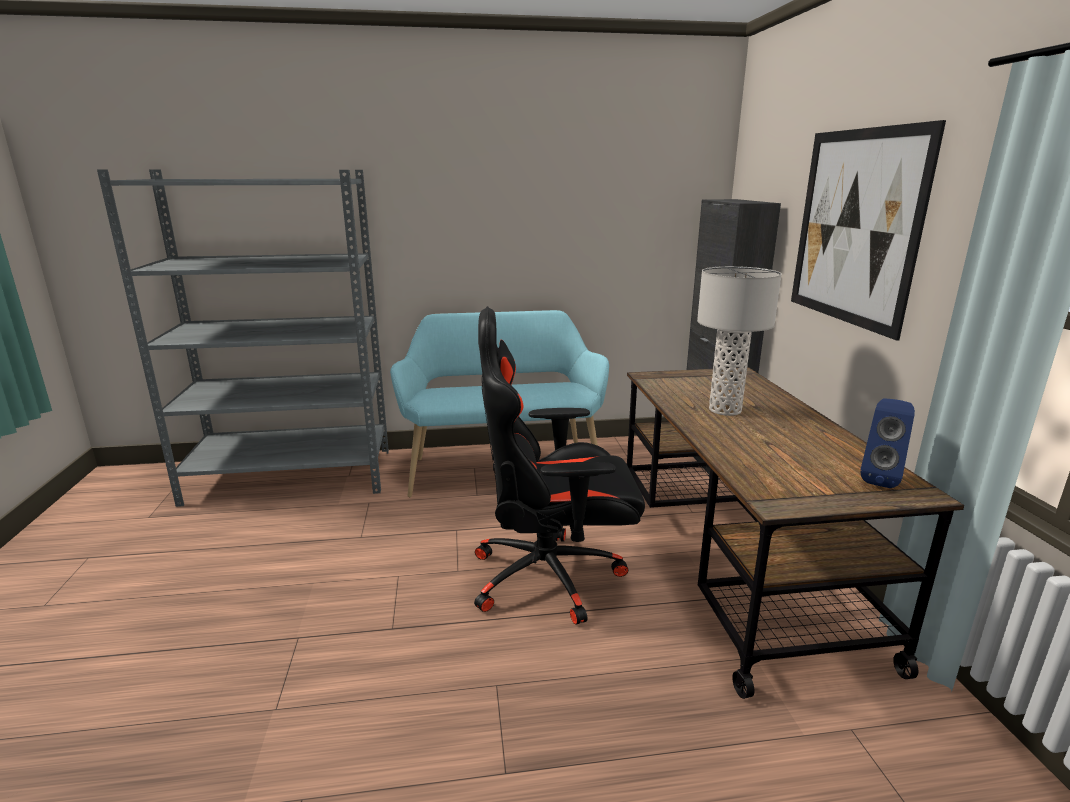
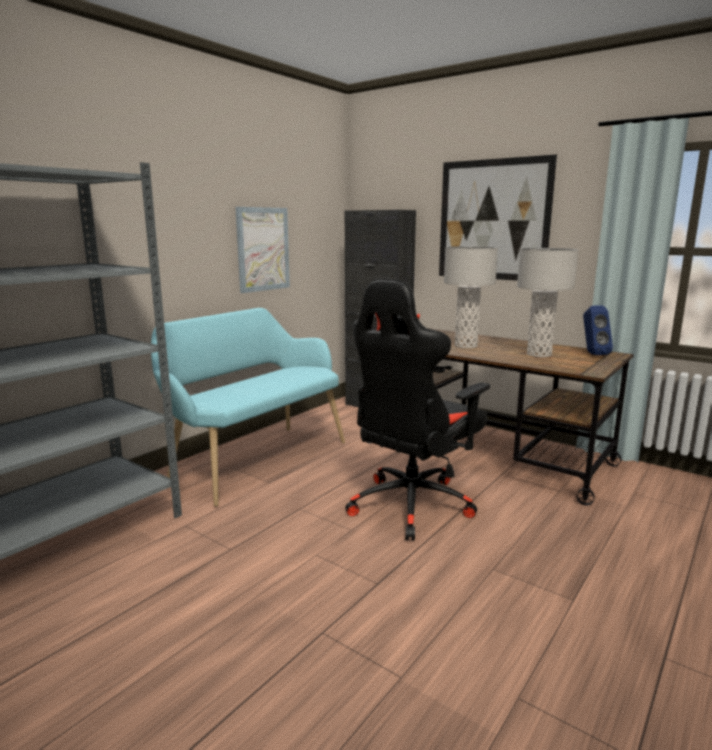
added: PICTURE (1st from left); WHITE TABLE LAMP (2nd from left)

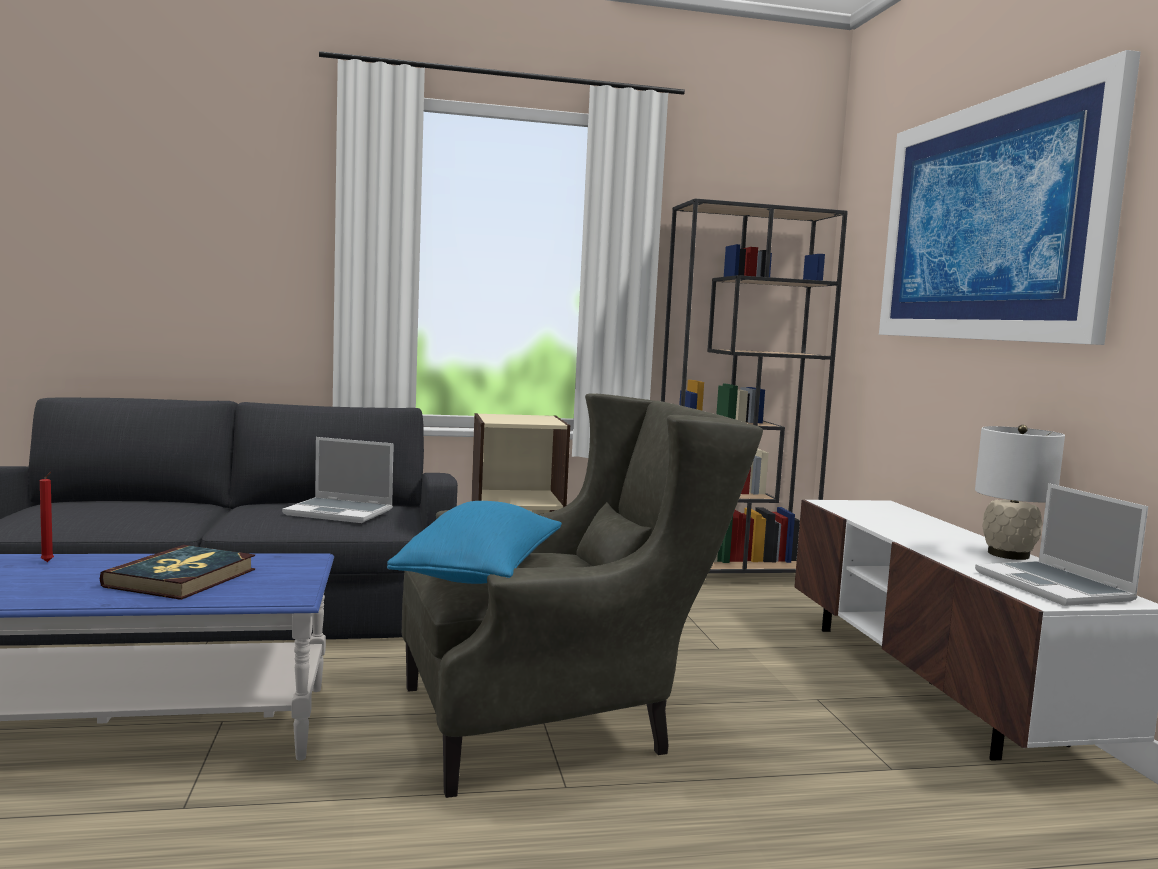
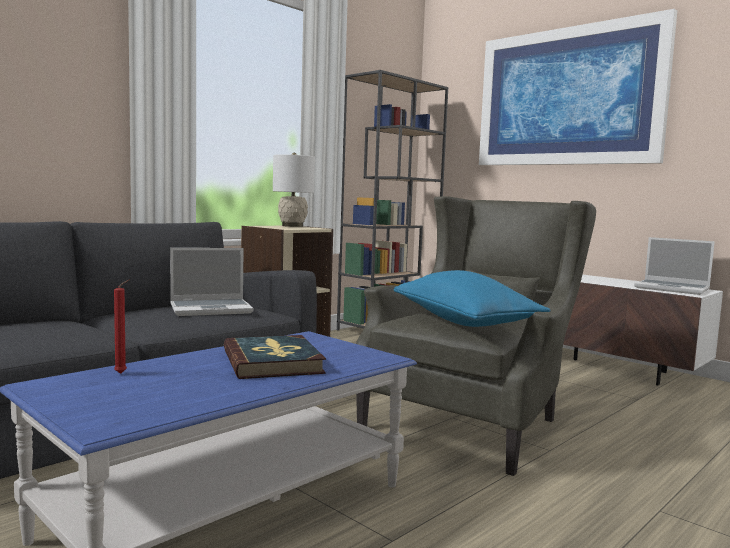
moved: WHITE TABLE LAMP

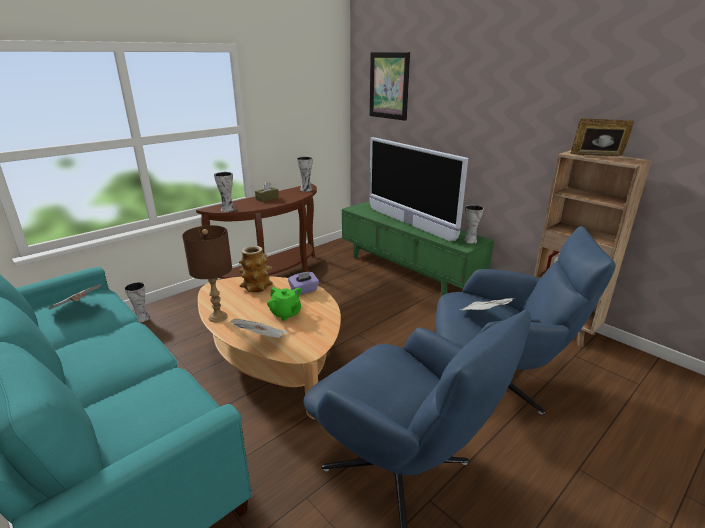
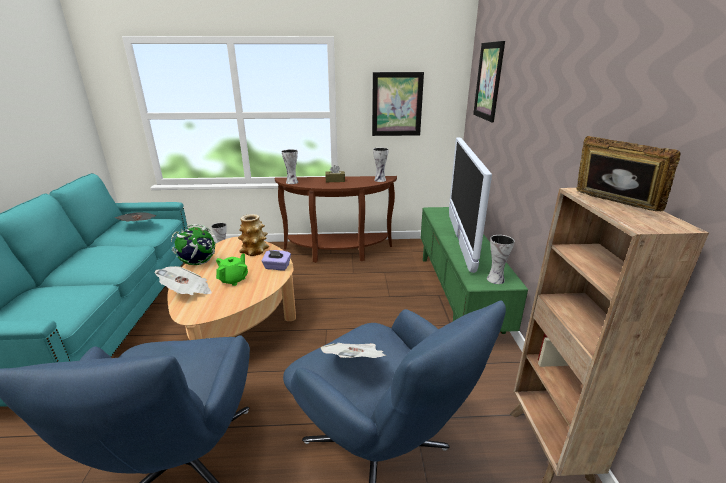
added: PICTURE (1st from left)
replaced: BROWN TABLE LAMP to GLOBE
turned: GREEN TEAPOT 150 degrees counterclockwise

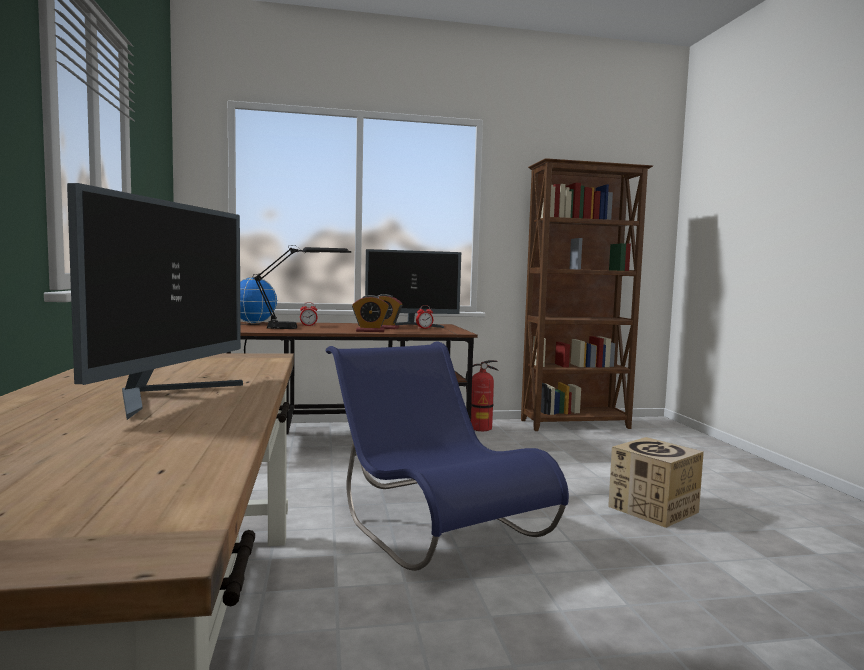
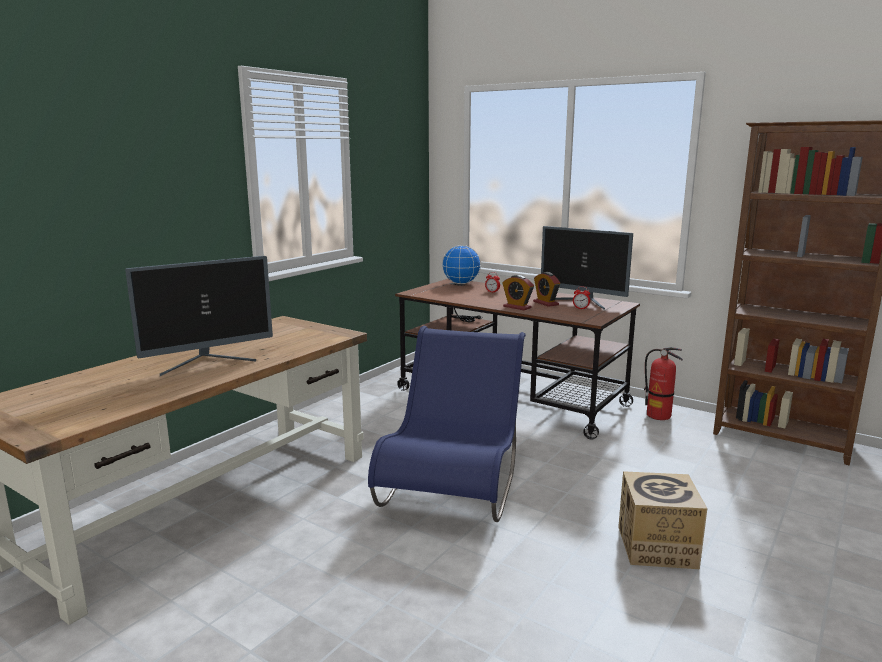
removed: BLACK TABLE LAMP

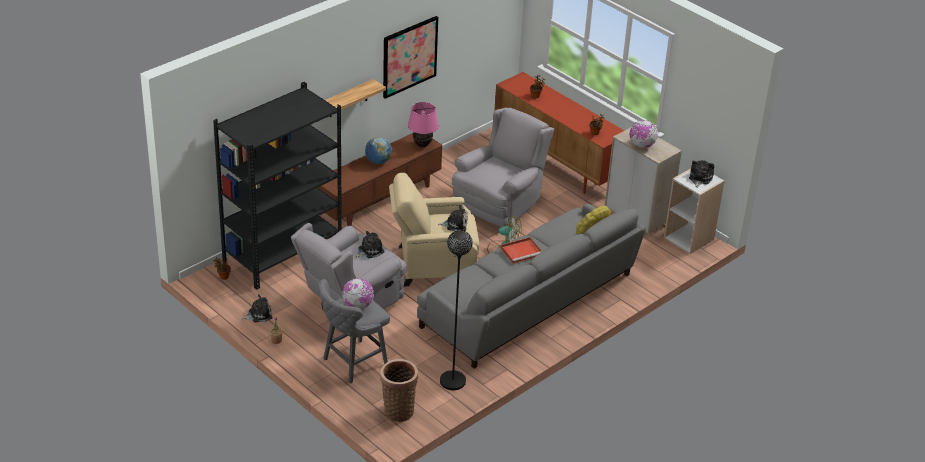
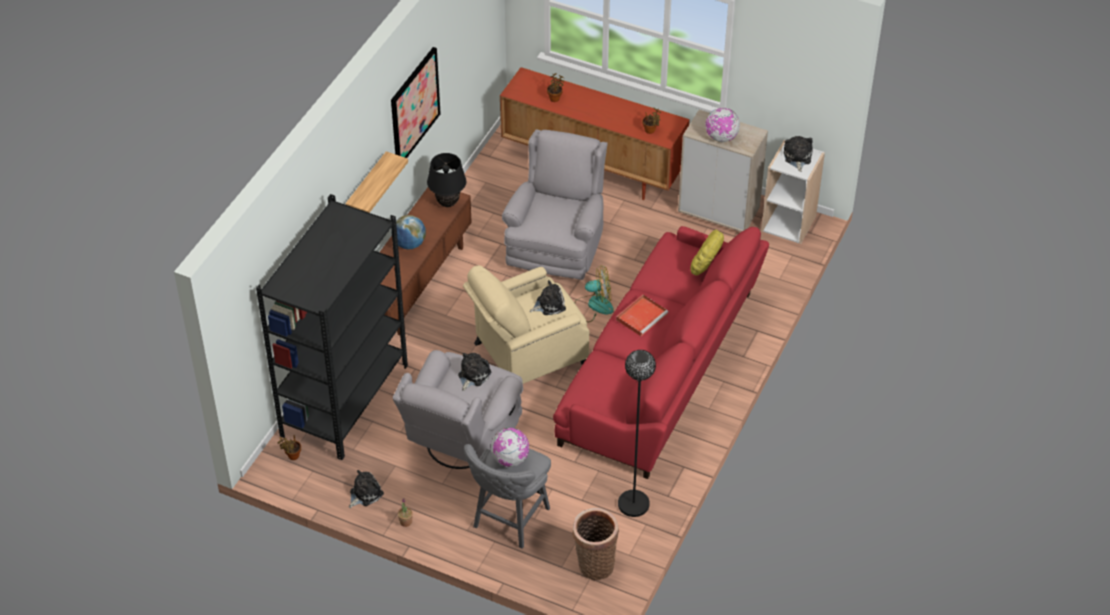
recoloured: PINK TABLE LAMP to BLACK TABLE LAMP; GREY SOFA to RED SOFA

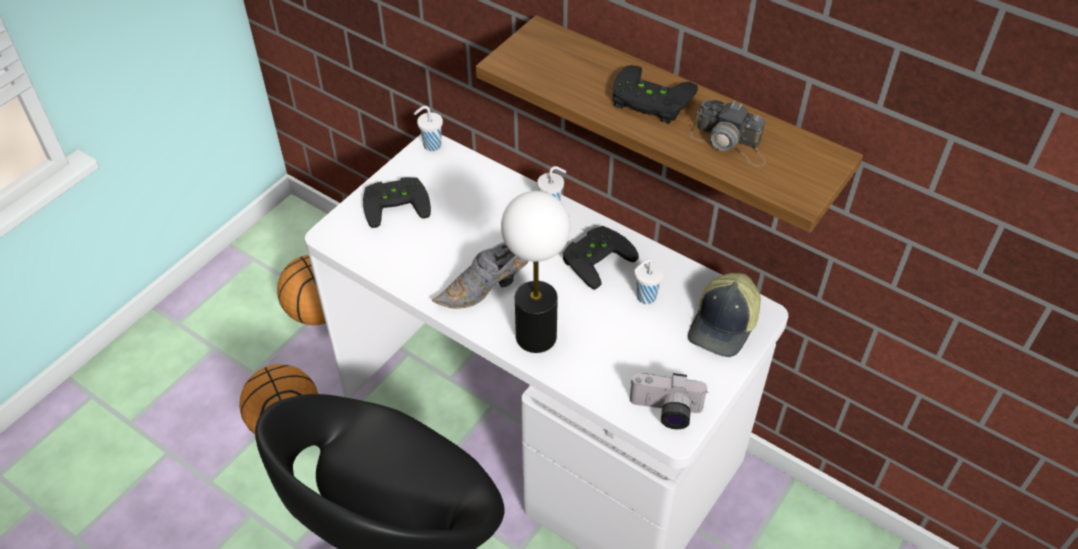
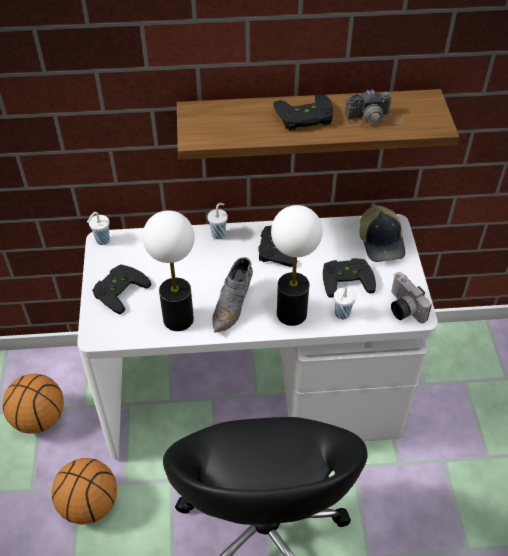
added: TABLE LAMP (1st from left); BLACK GAME CONTROLLER (4th from left)
moved: WHITE CUP (3rd from left)
turned: PHOTO CAMERA (1st from left in the first image) 90 degrees clockwise

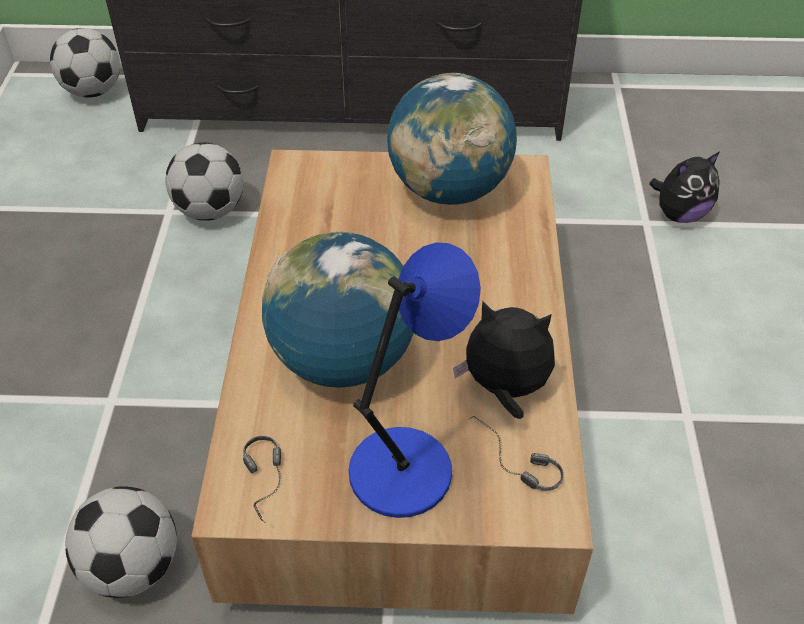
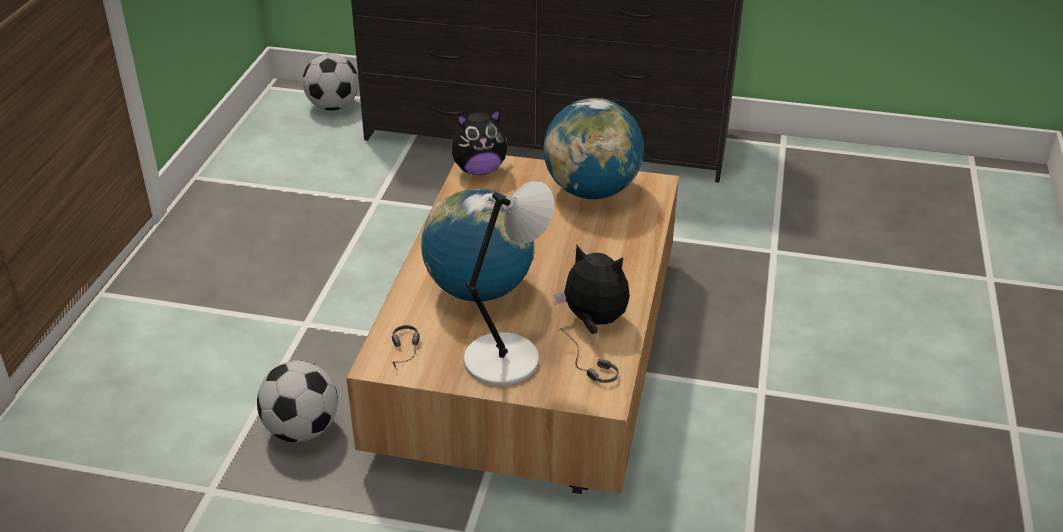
removed: FOOTBALL (3rd from left)
moved: PLUSH TOY (2nd from left in the first image) to PLUSH TOY (1st from left)
recoloured: BLUE TABLE LAMP to GREY TABLE LAMP

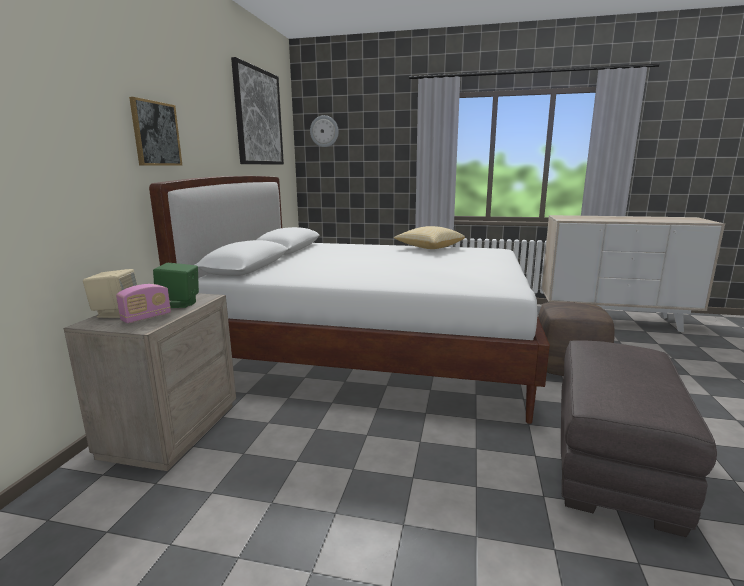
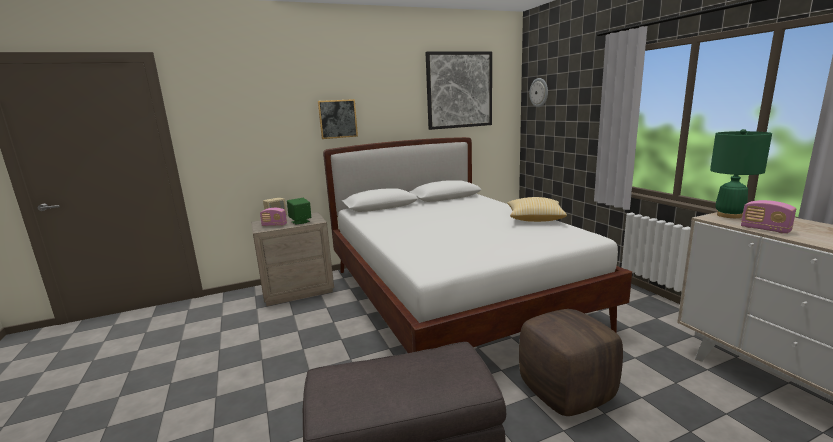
added: GREEN TABLE LAMP; RADIO (2nd from left)

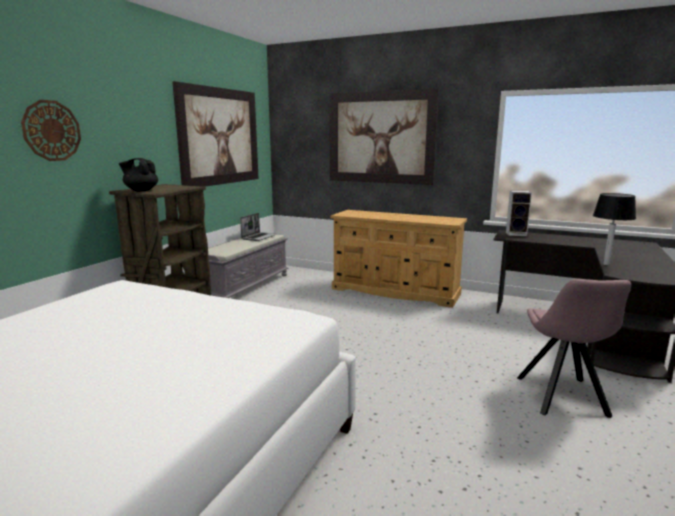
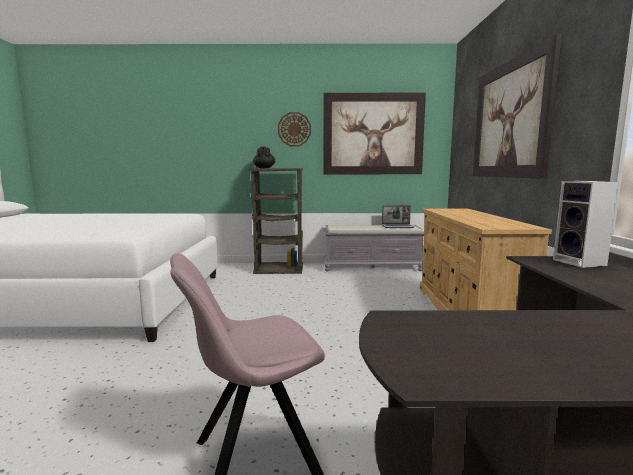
removed: TABLE LAMP
moved: WALL CLOCK

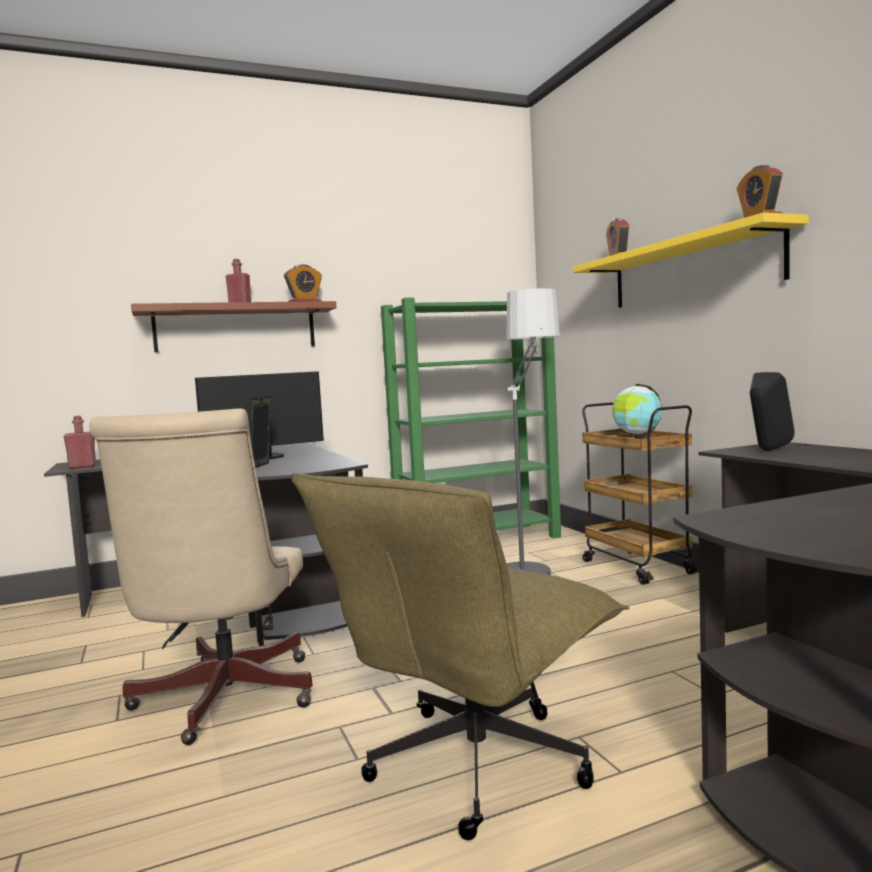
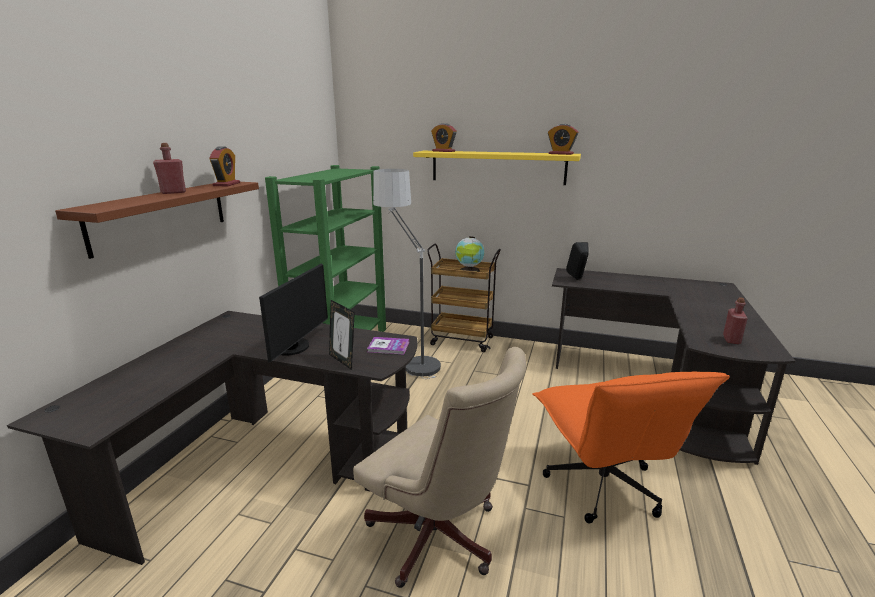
added: BOOK
moved: RED BOTTLE (1st from left in the first image) to RED BOTTLE (2nd from left)
recoloured: BEIGE OFFICE CHAIR (2nd from left) to ORANGE OFFICE CHAIR

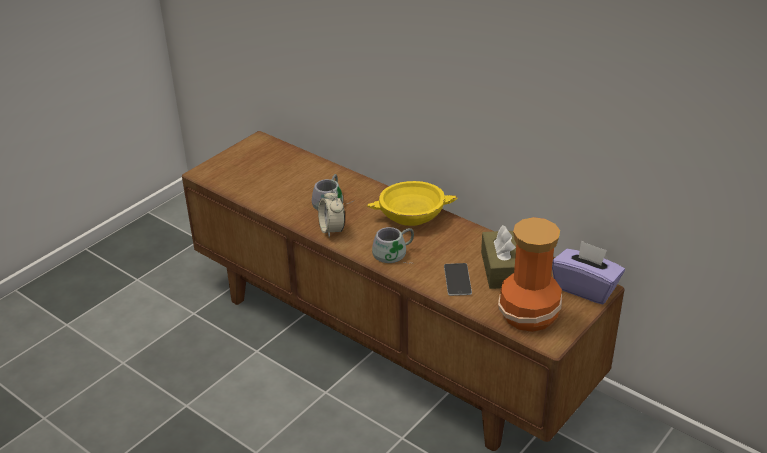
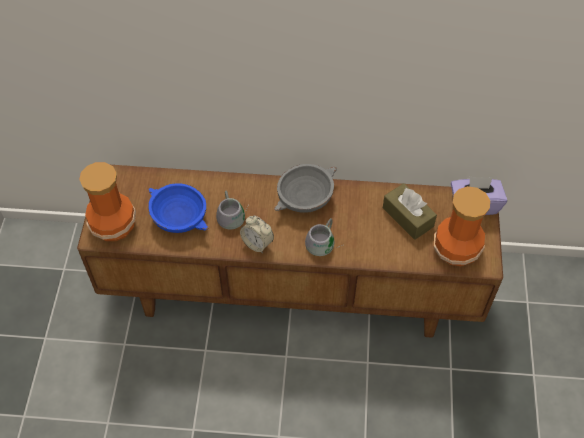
removed: PHONE
added: VASE (1st from left); BLUE BOWL
recoloured: YELLOW BOWL to GREY BOWL

